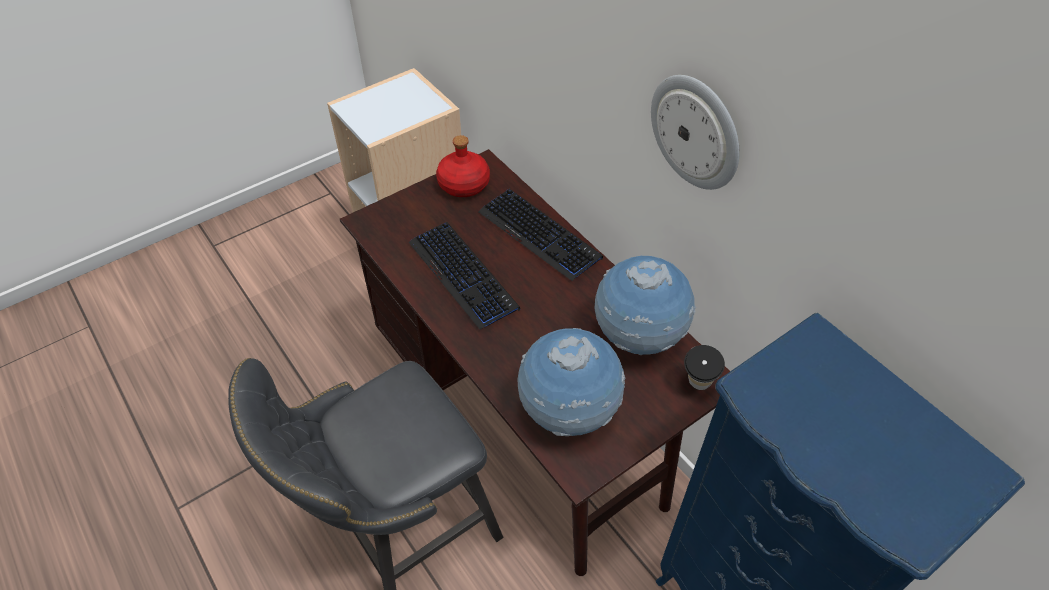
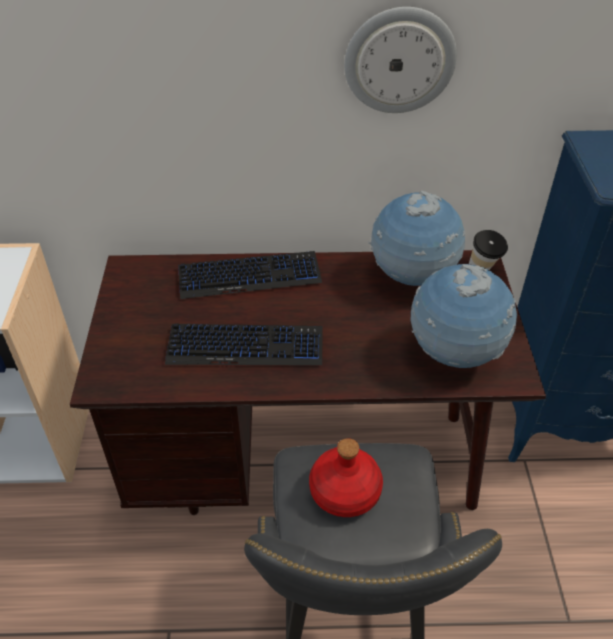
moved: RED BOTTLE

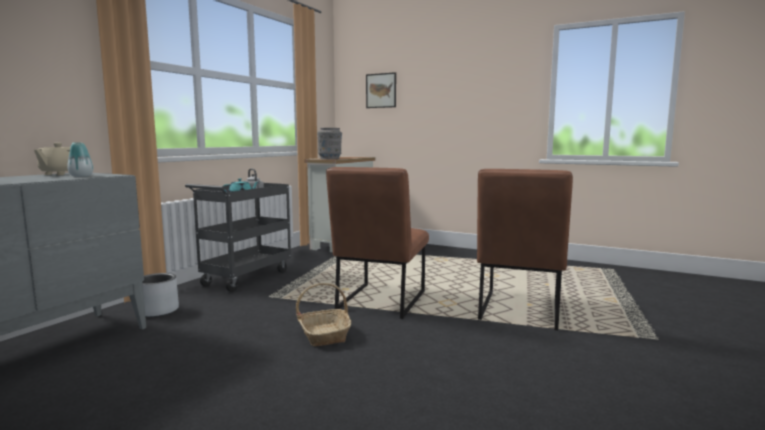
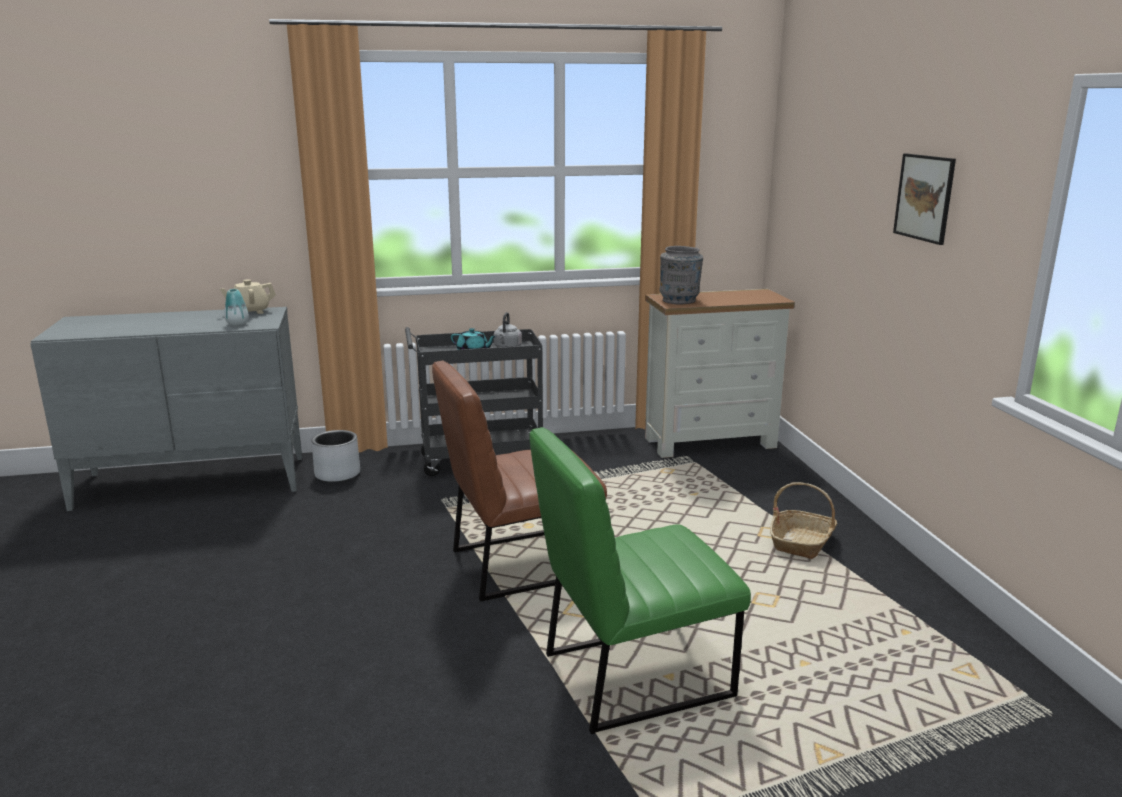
moved: BASKET; PICTURE
recoloured: BROWN CHAIR (2nd from left) to GREEN CHAIR

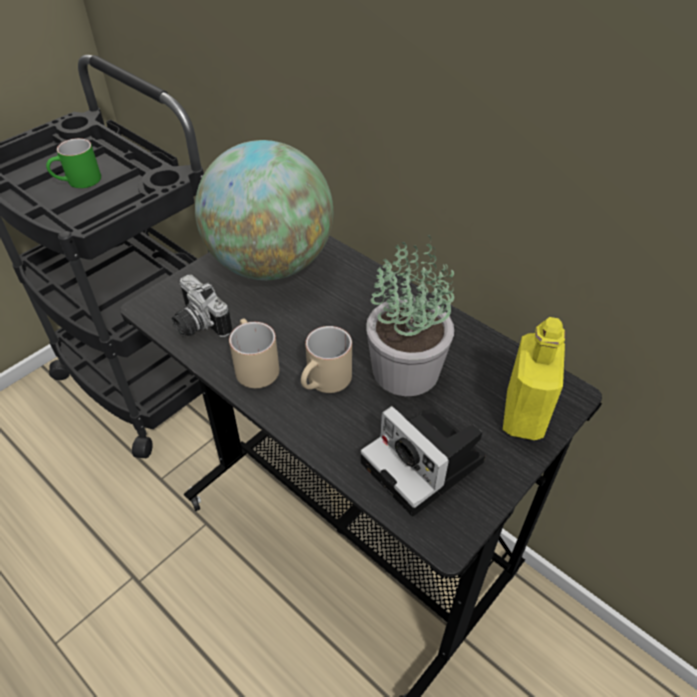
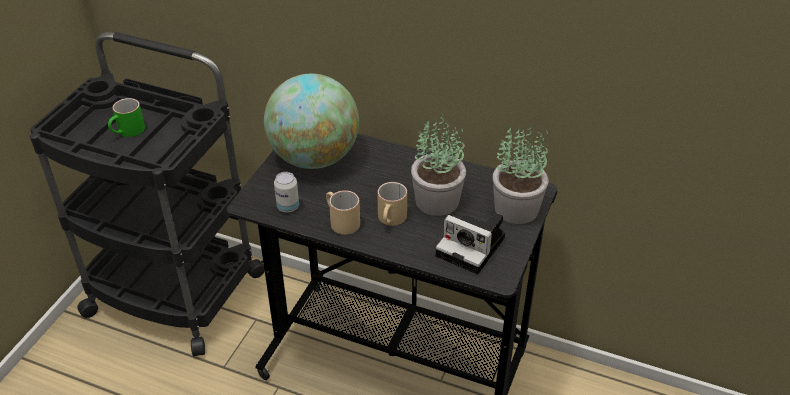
replaced: PHOTO CAMERA (1st from left) to CAN; YELLOW BOTTLE to POTTED PLANT (2nd from left)

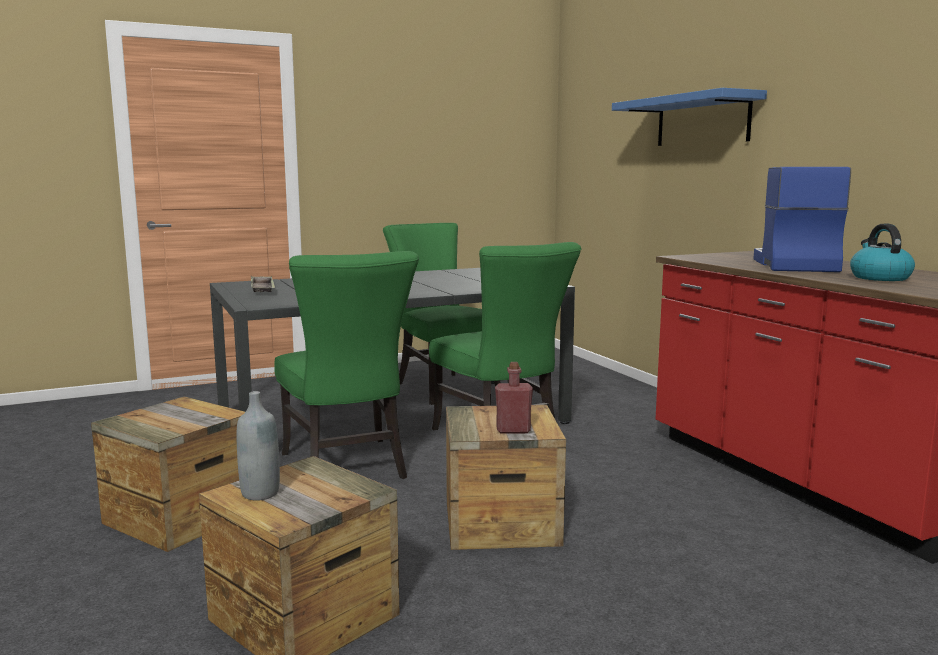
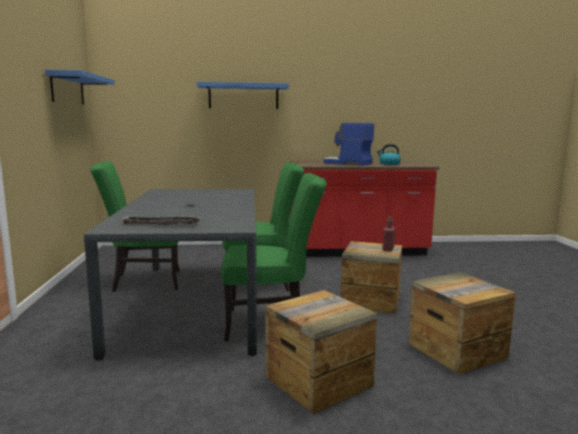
removed: GREY BOTTLE
added: BLUE SHELF (1st from left)

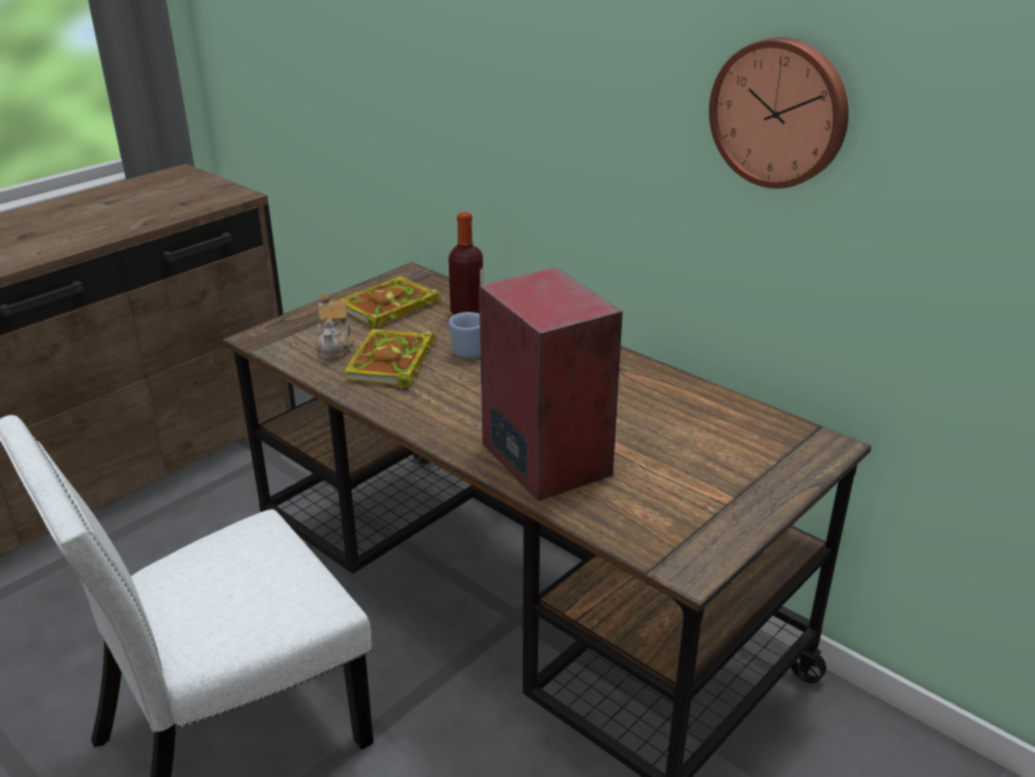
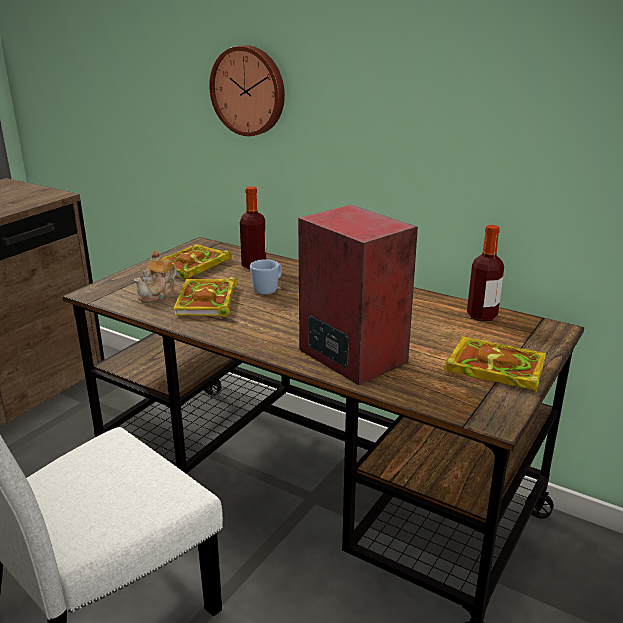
added: BOOK (3rd from left); BOTTLE (2nd from left)
moved: WALL CLOCK
turned: TEAPOT 45 degrees clockwise

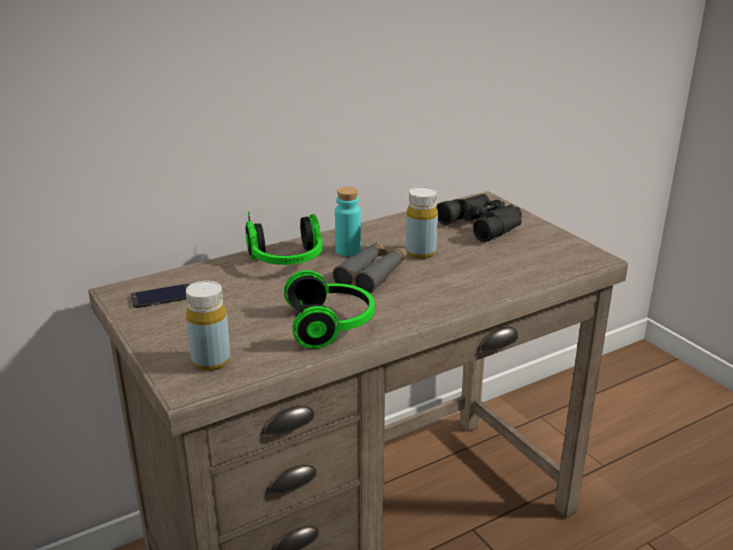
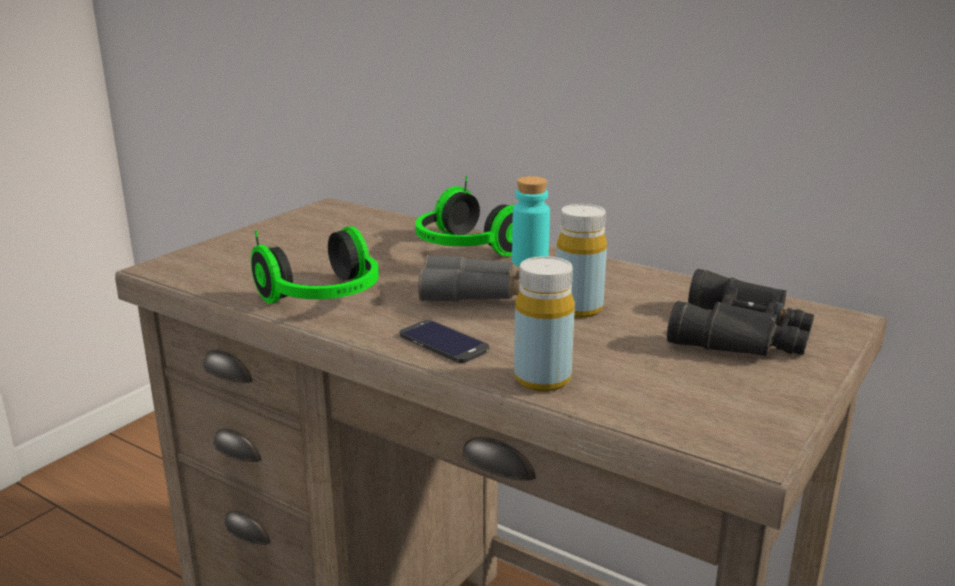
moved: PHONE; YELLOW BOTTLE (1st from left)

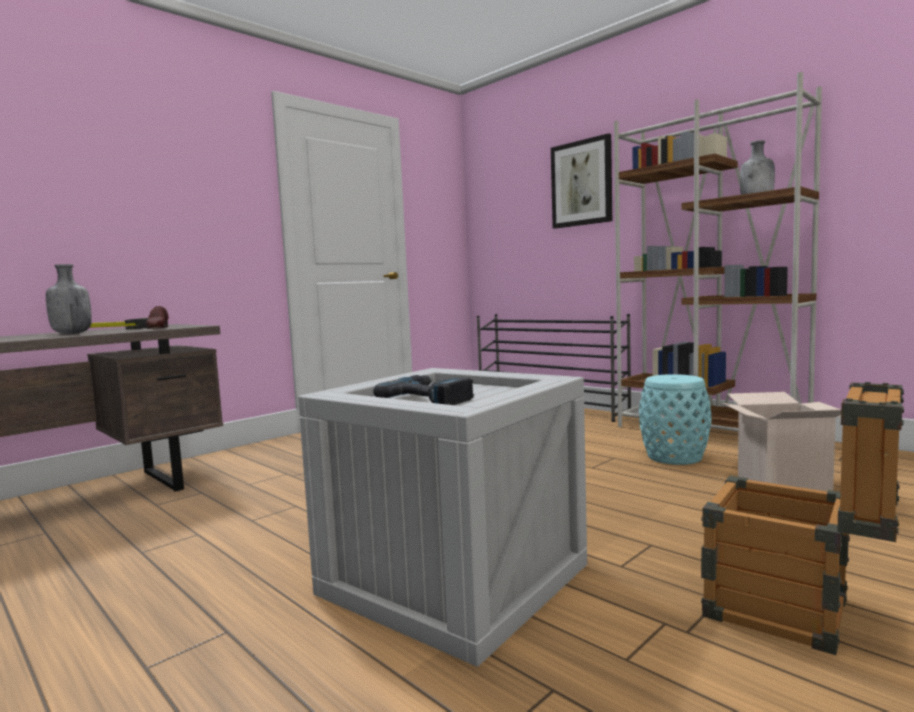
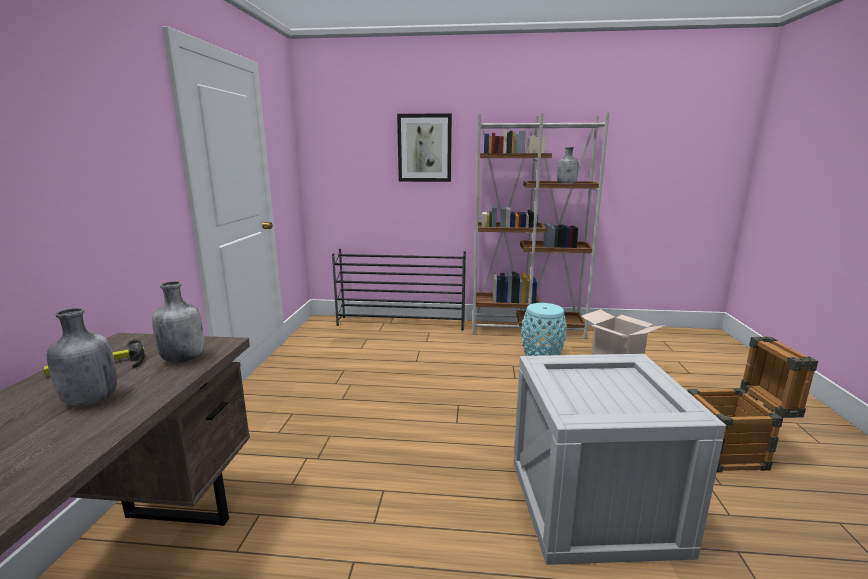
removed: POWER DRILL
replaced: BROWN SHOE to GREY BOTTLE (2nd from left)

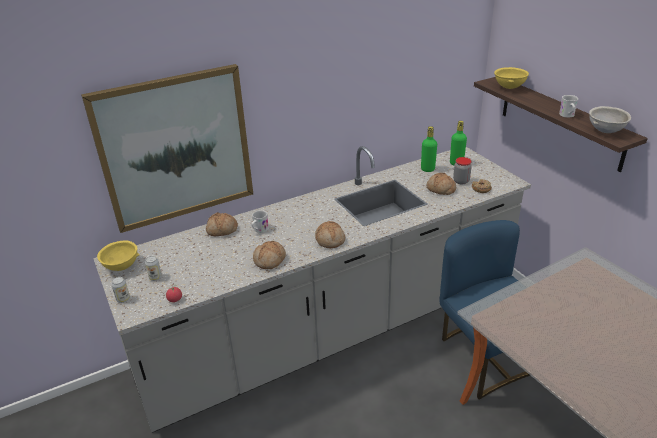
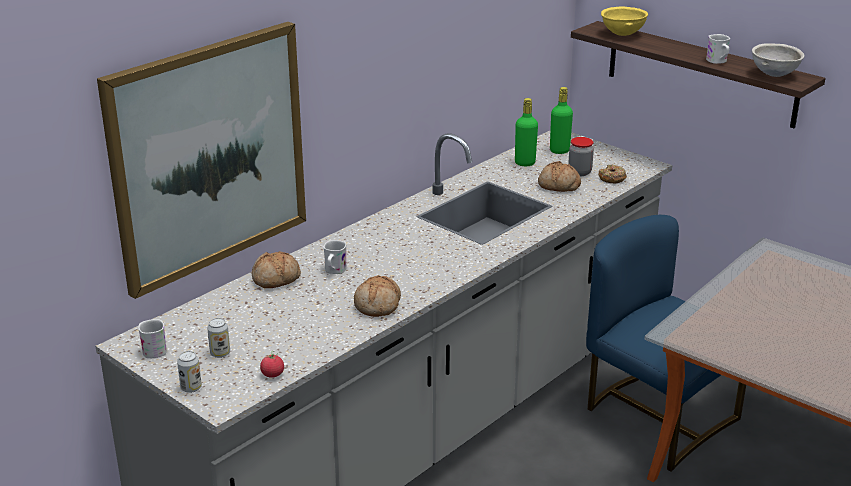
removed: BREAD (3rd from left)
replaced: YELLOW BOWL (1st from left) to WHITE MUG (1st from left)

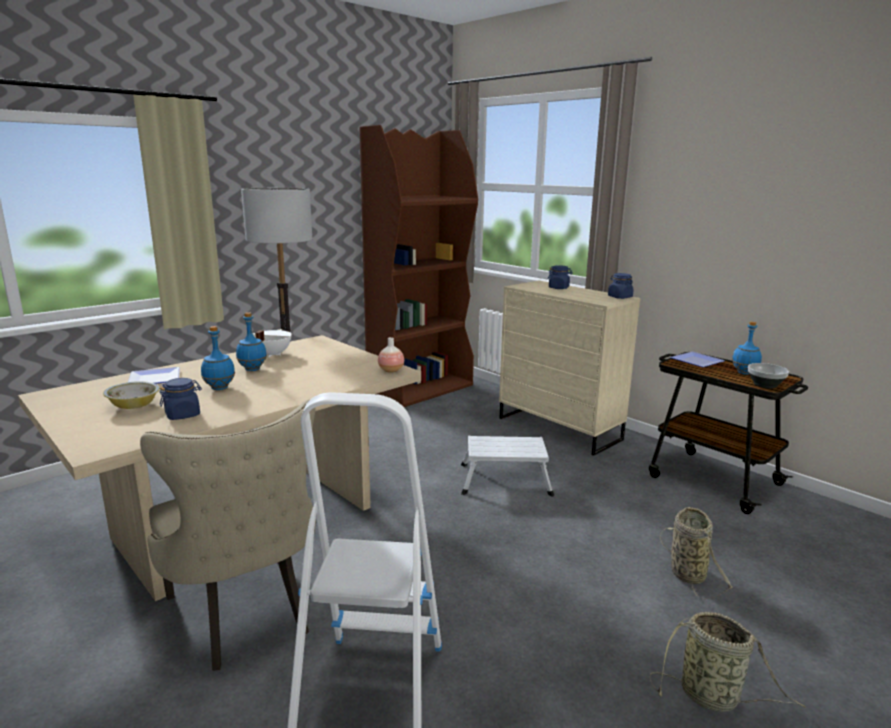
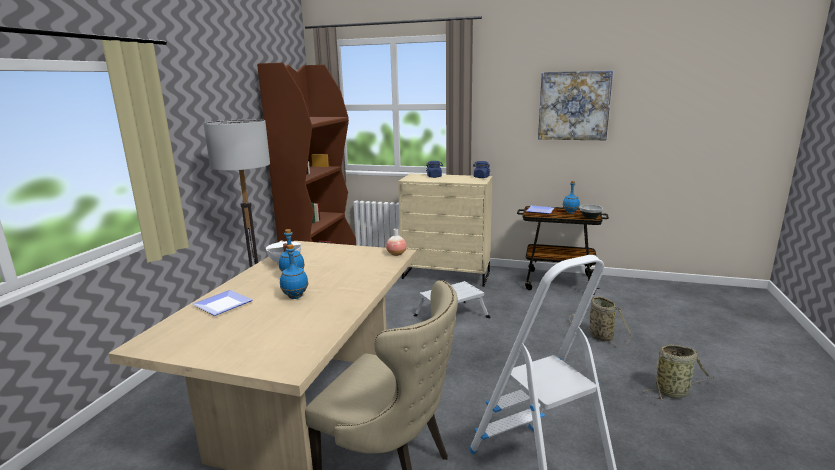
removed: BOWL (1st from left); BLUE JAR (1st from left)
added: PICTURE

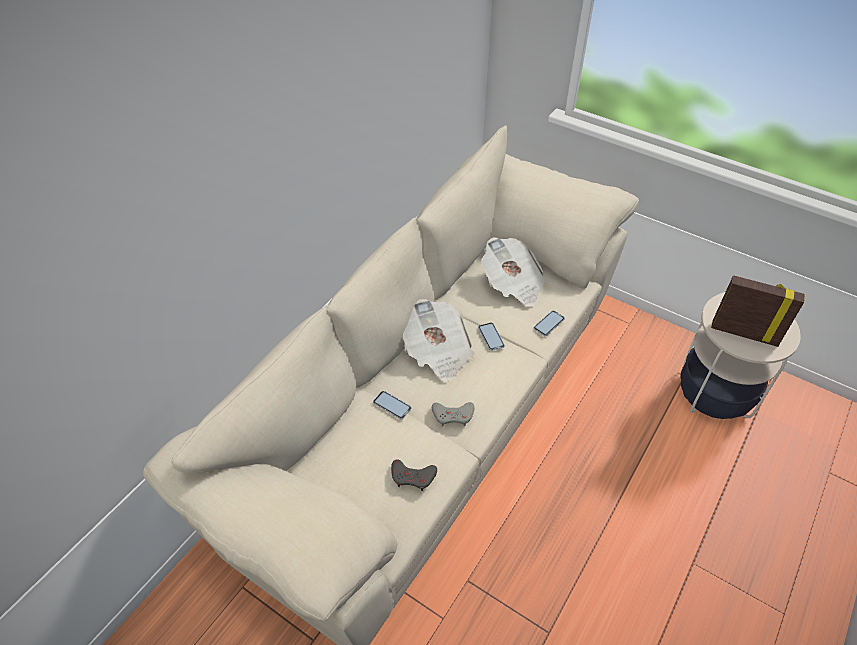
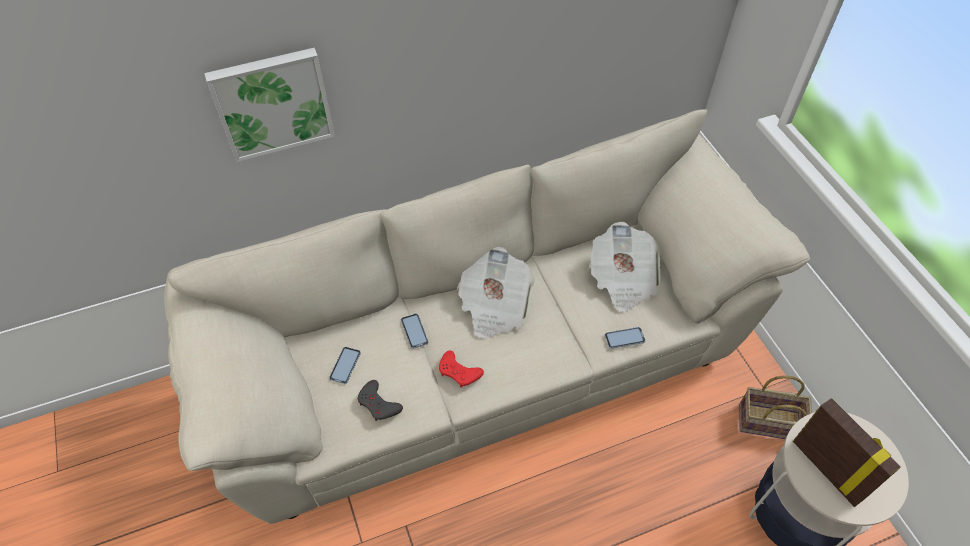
added: PICTURE; BASKET
moved: PHONE (2nd from left in the first image) to PHONE (1st from left)
recoloured: GREY GAME CONTROLLER (2nd from left) to RED GAME CONTROLLER

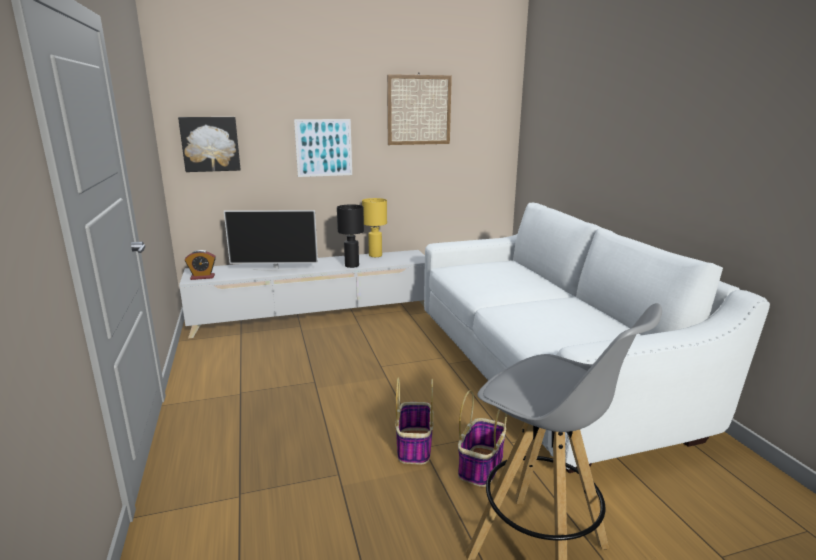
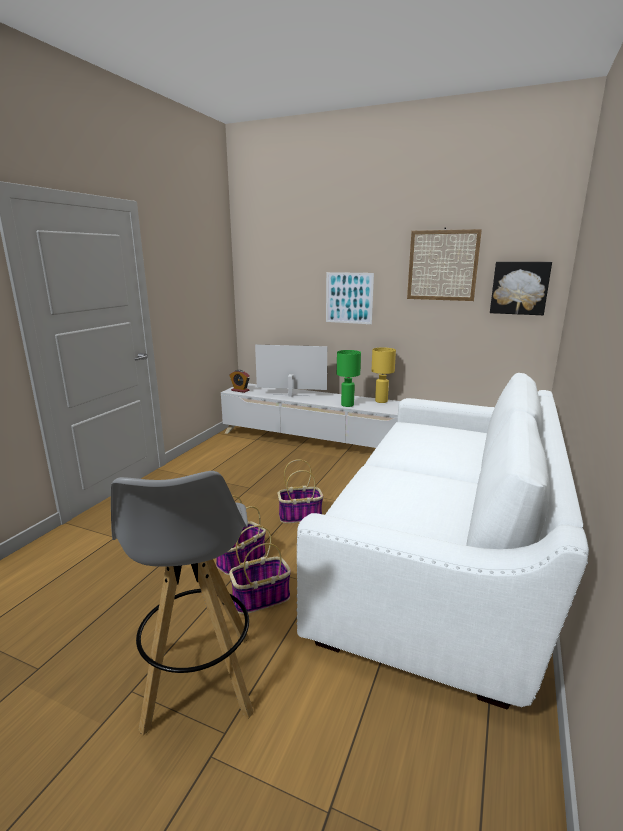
added: BASKET (3rd from left)
moved: PICTURE (1st from left in the first image) to PICTURE (3rd from left)
recoloured: BLACK TABLE LAMP to GREEN TABLE LAMP
turned: TELEVISION 150 degrees clockwise

